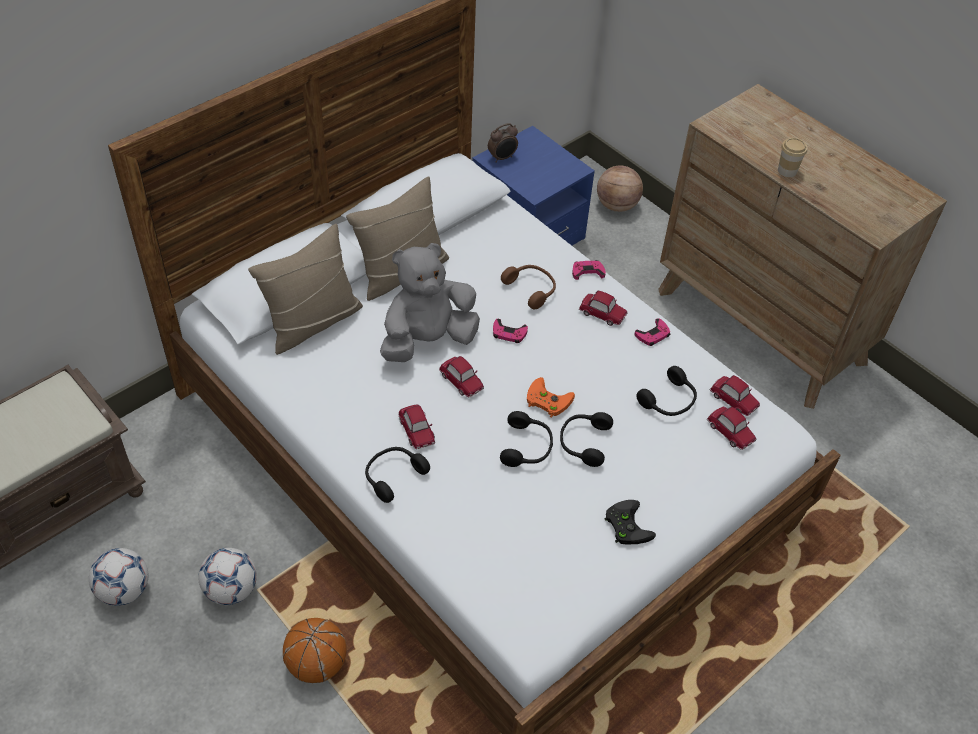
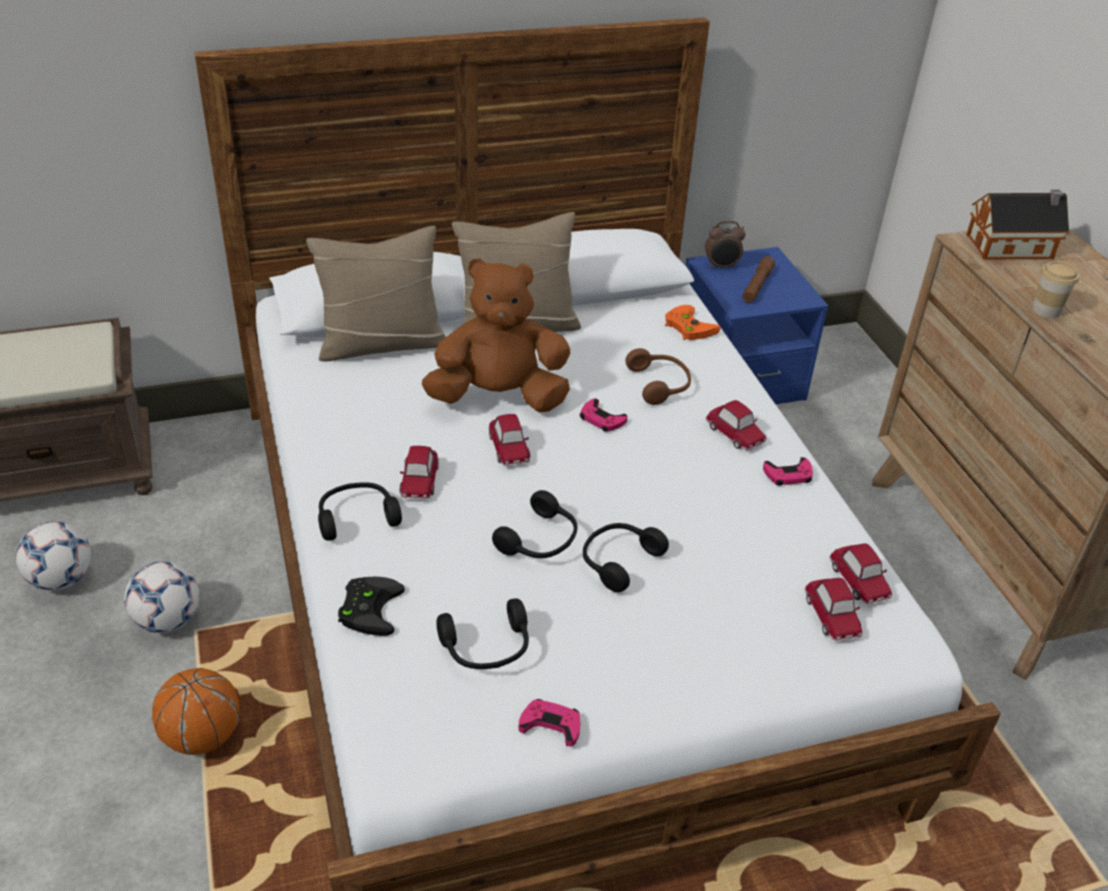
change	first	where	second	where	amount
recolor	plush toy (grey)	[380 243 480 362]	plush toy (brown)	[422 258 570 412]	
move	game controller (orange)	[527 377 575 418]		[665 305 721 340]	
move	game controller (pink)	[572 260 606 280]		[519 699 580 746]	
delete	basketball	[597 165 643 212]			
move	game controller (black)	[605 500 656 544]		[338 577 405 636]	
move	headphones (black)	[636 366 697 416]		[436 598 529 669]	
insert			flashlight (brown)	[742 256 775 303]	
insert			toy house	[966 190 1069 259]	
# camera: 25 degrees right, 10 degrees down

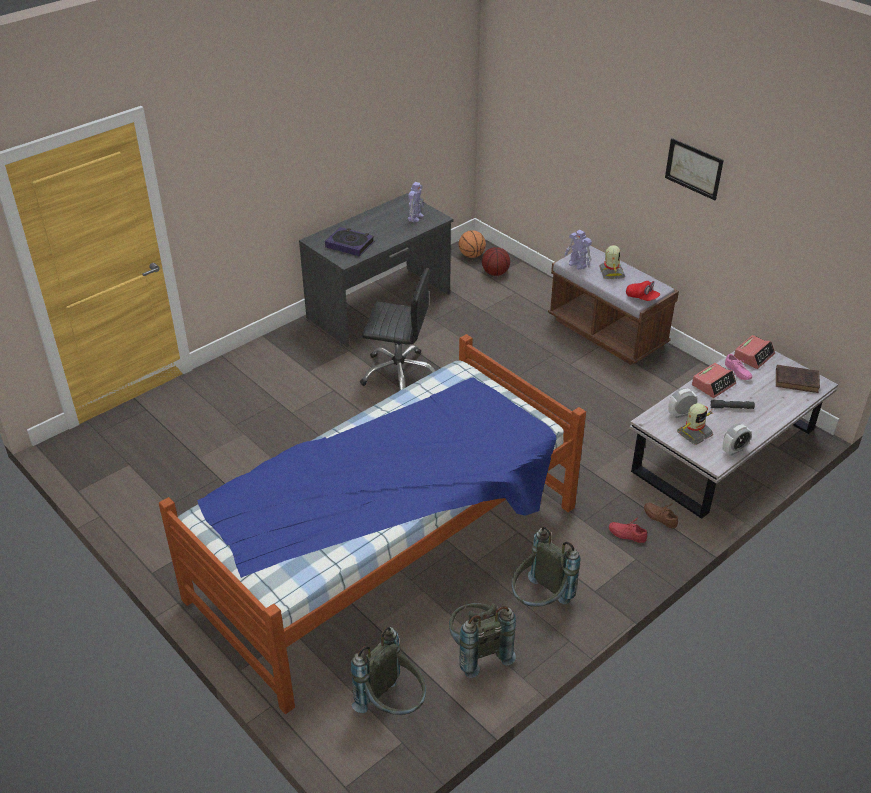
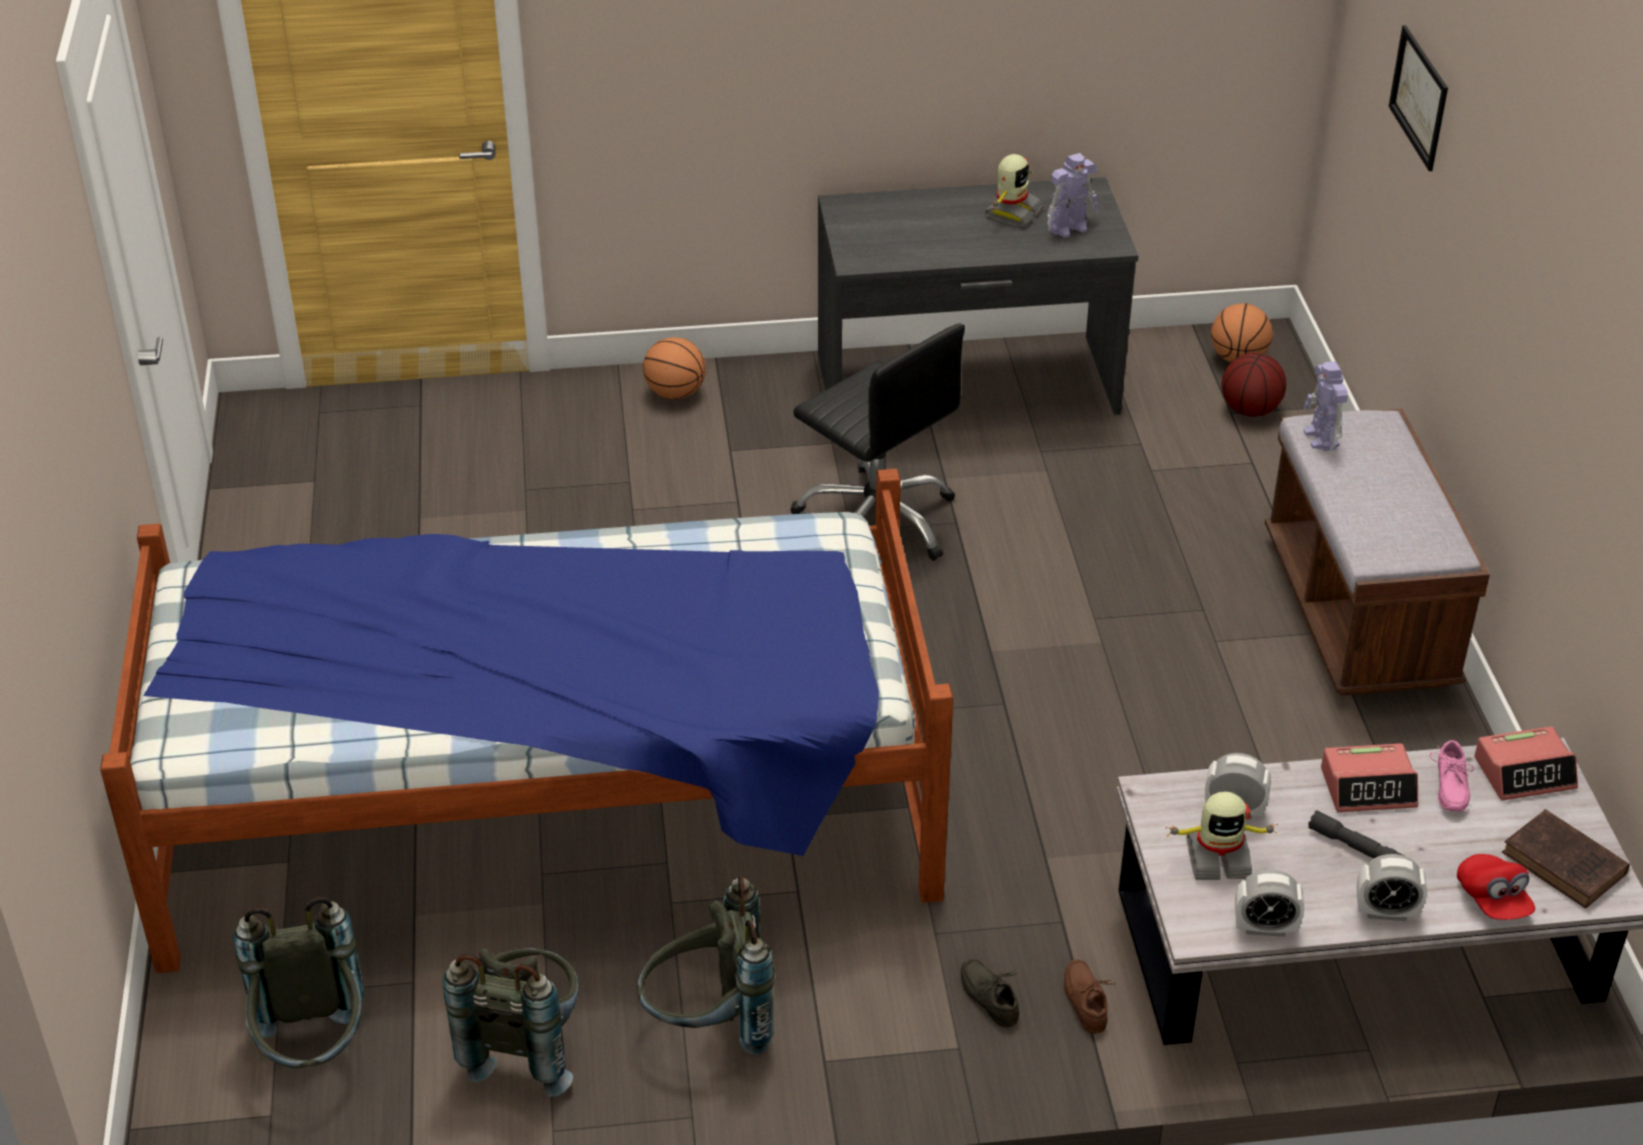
change	first	where	second	where	amount
delete	book	[325 227 375 257]			
move	toy robot	[600 245 625 279]		[984 154 1043 227]	
recolor	shoe (red)	[609 518 647 543]	shoe (grey)	[961 959 1019 1028]	
move	cap (red)	[626 281 660 301]		[1457 854 1535 920]	
move	picture	[665 138 724 200]		[1388 25 1448 171]	
insert			basketball	[643 337 706 399]	
insert			alarm clock	[1357 854 1427 921]	
# camera: 35 degrees right, 0 degrees up

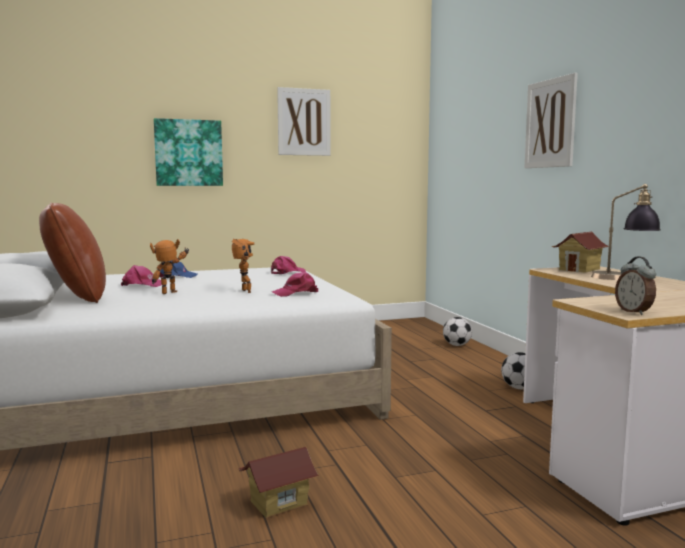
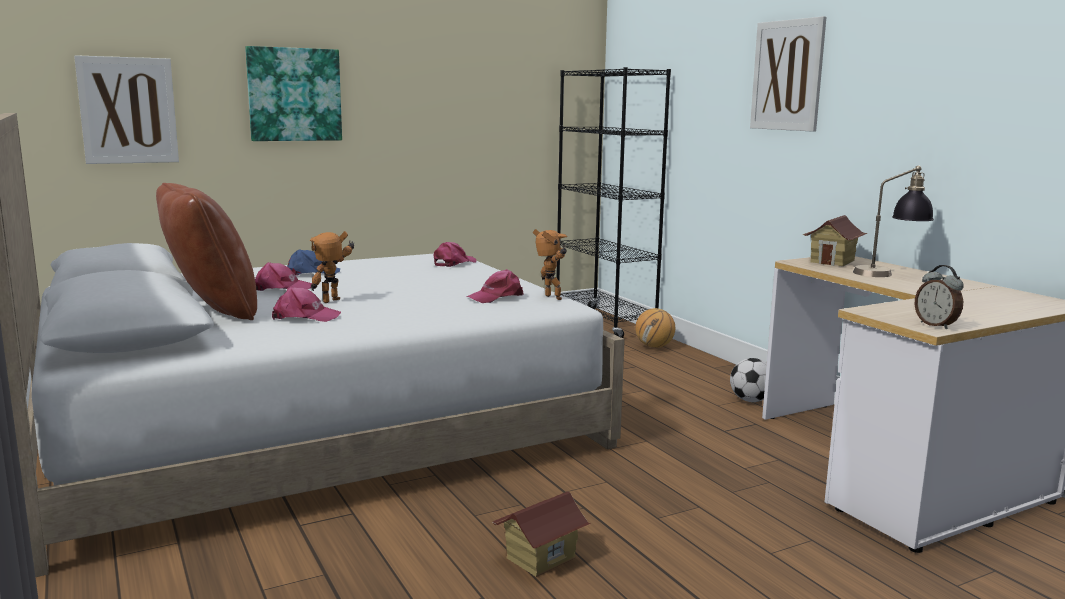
change	first	where	second	where	amount
move	toy robot	[232 239 255 293]		[533 229 567 300]	
move	picture	[277 87 331 156]		[74 55 179 164]	
replace	football	[443 317 472 346]	basketball	[635 308 675 348]	
insert			cap (pink)	[272 287 341 322]	
insert			bookcase (black)	[556 67 671 338]	
# camera: 10 degrees left, 5 degrees up

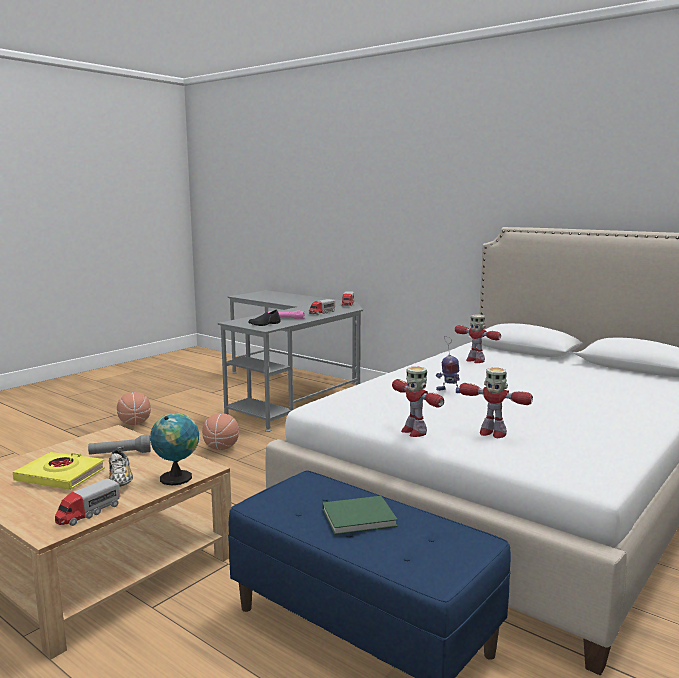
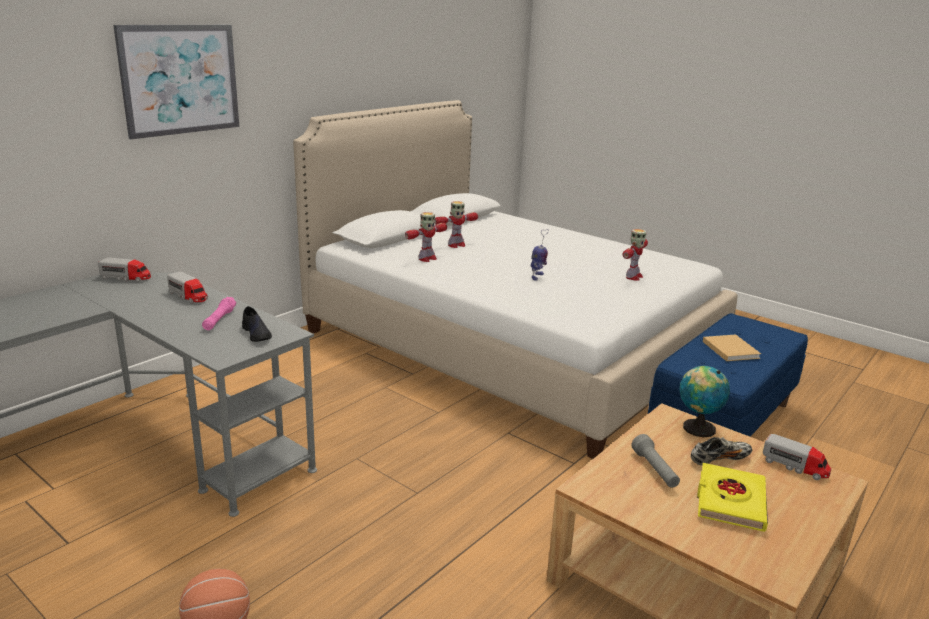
change	first	where	second	where	amount
delete	basketball	[202 413 239 450]			
recolor	book (green)	[322 496 398 535]	book (beige)	[703 335 761 361]	
move	toy robot	[392 367 444 437]		[435 201 478 248]	
insert			picture	[113 25 239 140]	
# camera: 90 degrees left, 10 degrees up

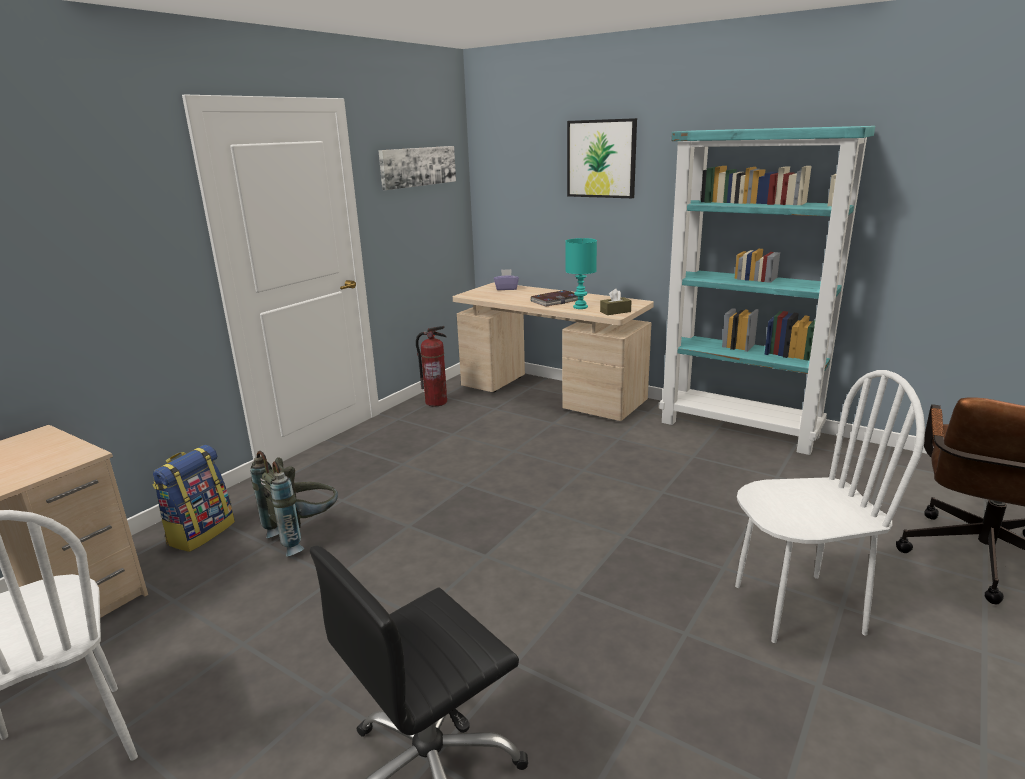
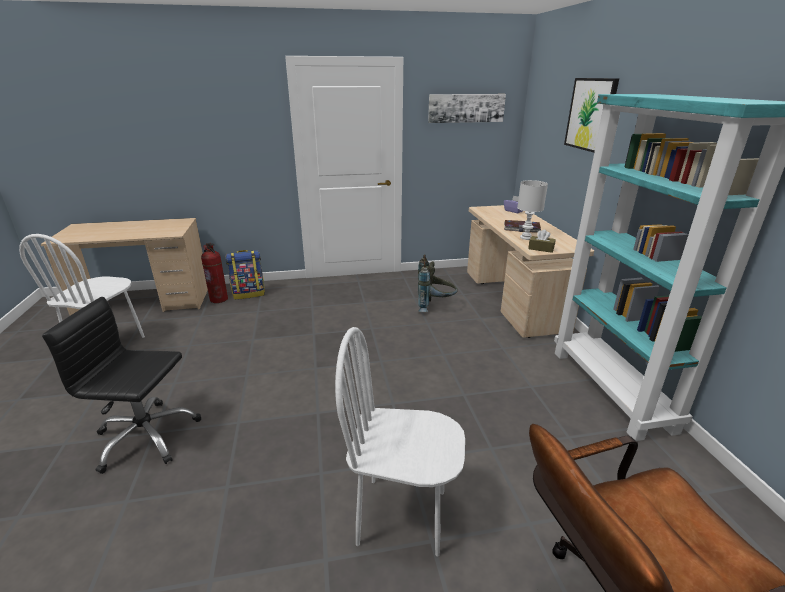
change	first	where	second	where	amount
move	backpack (grey)	[250 451 338 557]		[418 254 458 312]	
move	fire extinguisher	[416 326 447 406]		[201 243 228 303]	
recolor	table lamp (turquoise)	[565 238 597 309]	table lamp (white)	[517 180 548 240]	
rotate	chair (white)	[735 370 925 643]		[335 327 465 556]	150 degrees clockwise
# camera: 45 degrees right, 5 degrees up

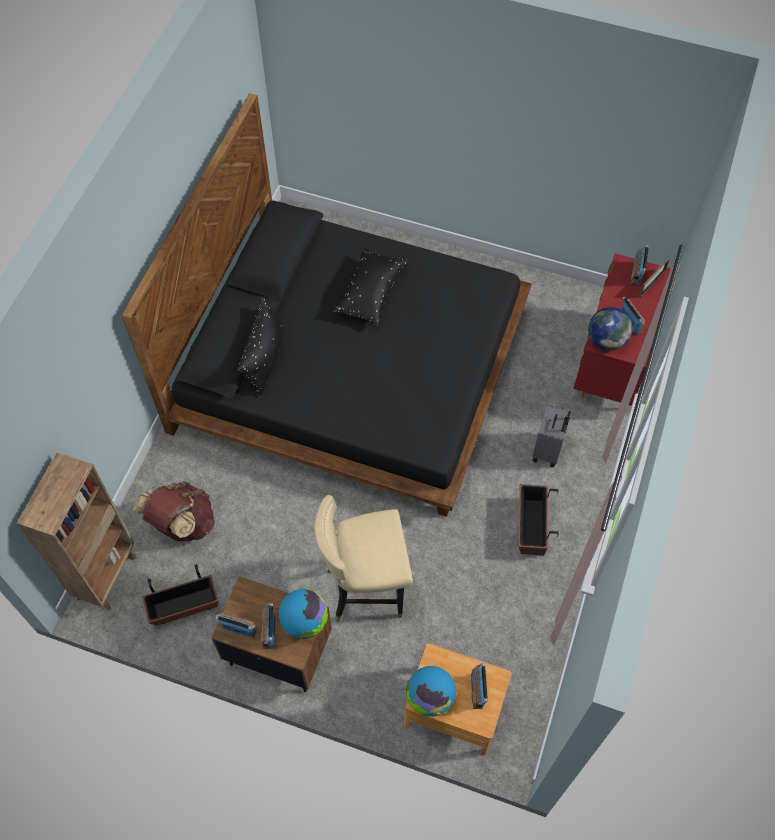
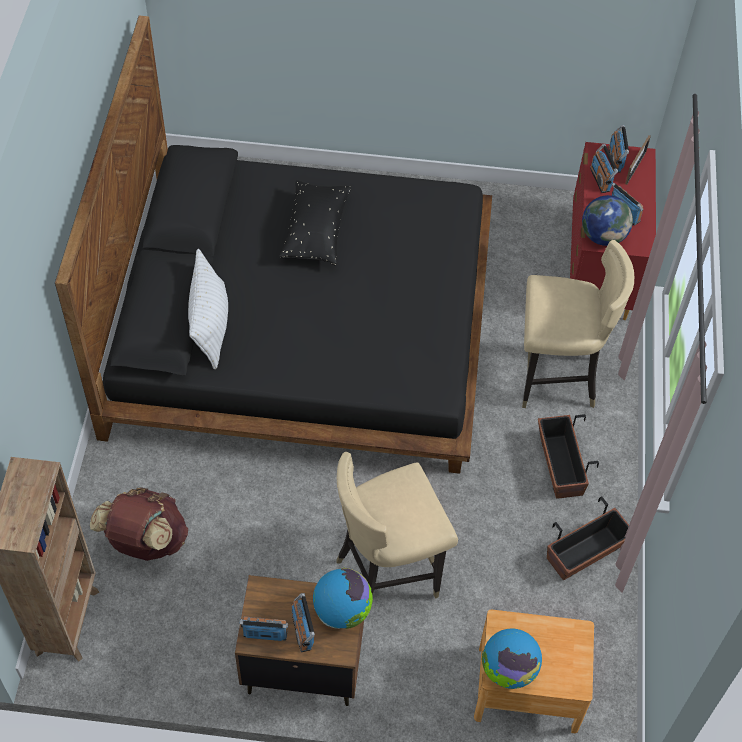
change	first	where	second	where	amount
move	planter	[142 564 219 626]		[547 496 629 580]	
recolor	pillow (black)	[238 296 284 397]	pillow (white)	[188 249 228 369]	
move	radio	[471 663 488 709]		[590 144 618 193]	
replace	suitcase (grey)	[532 404 572 467]	chair (beige)	[522 240 634 408]	
# camera: 15 degrees left, 5 degrees down

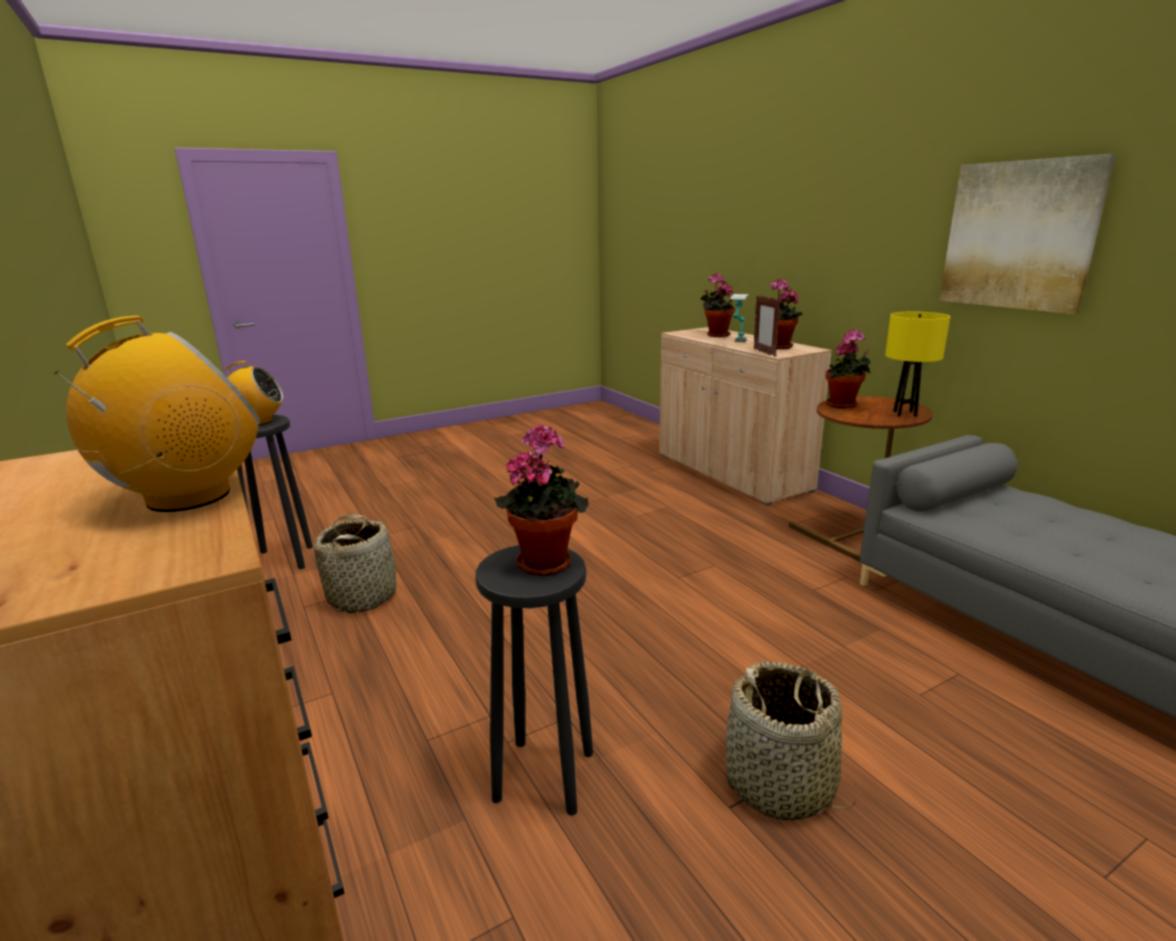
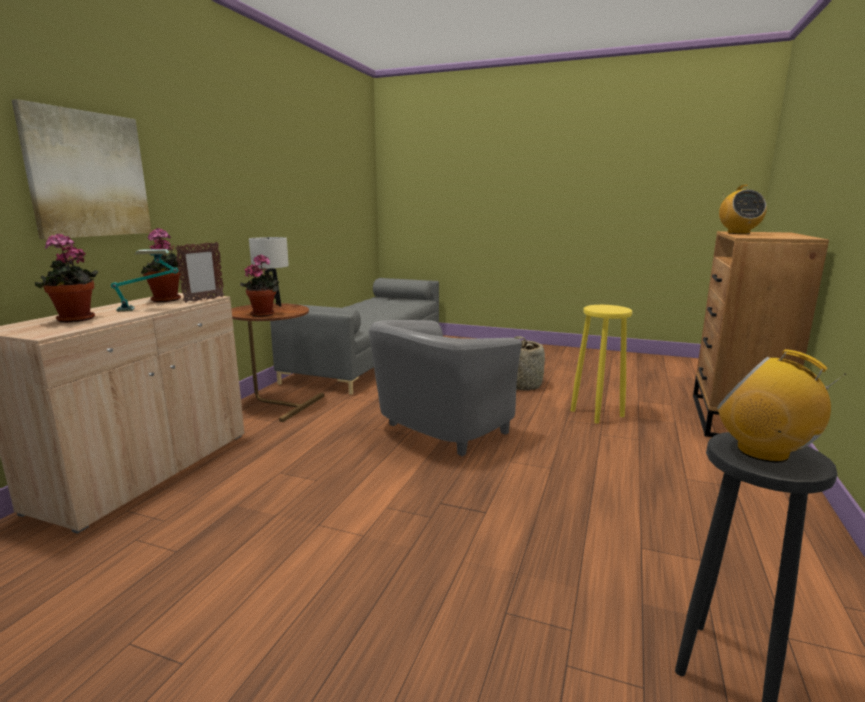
change	first	where	second	where	amount
rotate	radio	[54 316 260 512]		[719 185 767 234]	90 degrees counterclockwise
delete	basket	[314 514 396 613]			
recolor	stool (black)	[475 545 593 815]	stool (yellow)	[570 305 632 424]	
delete	potted plant	[494 424 589 576]			
recolor	table lamp (yellow)	[885 312 950 417]	table lamp (white)	[249 237 289 307]	
move	picture	[939 154 1116 314]		[12 99 152 239]	
insert			armchair (grey)	[369 320 522 456]	
# camera: 130 degrees left, 5 degrees down

